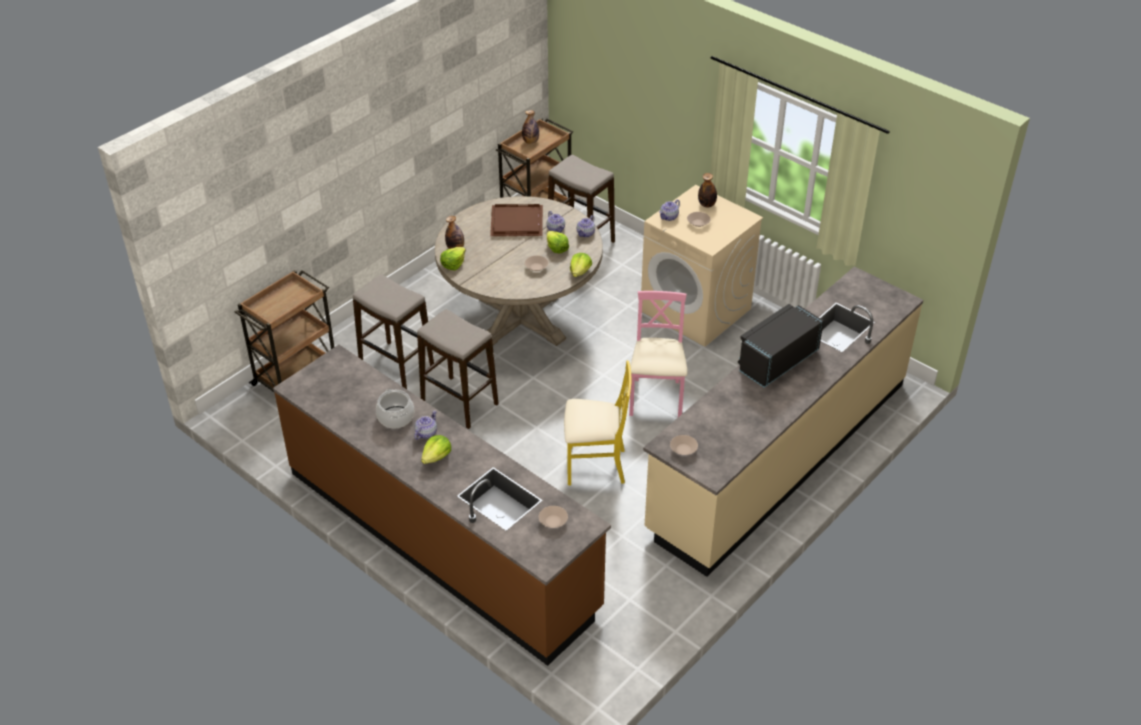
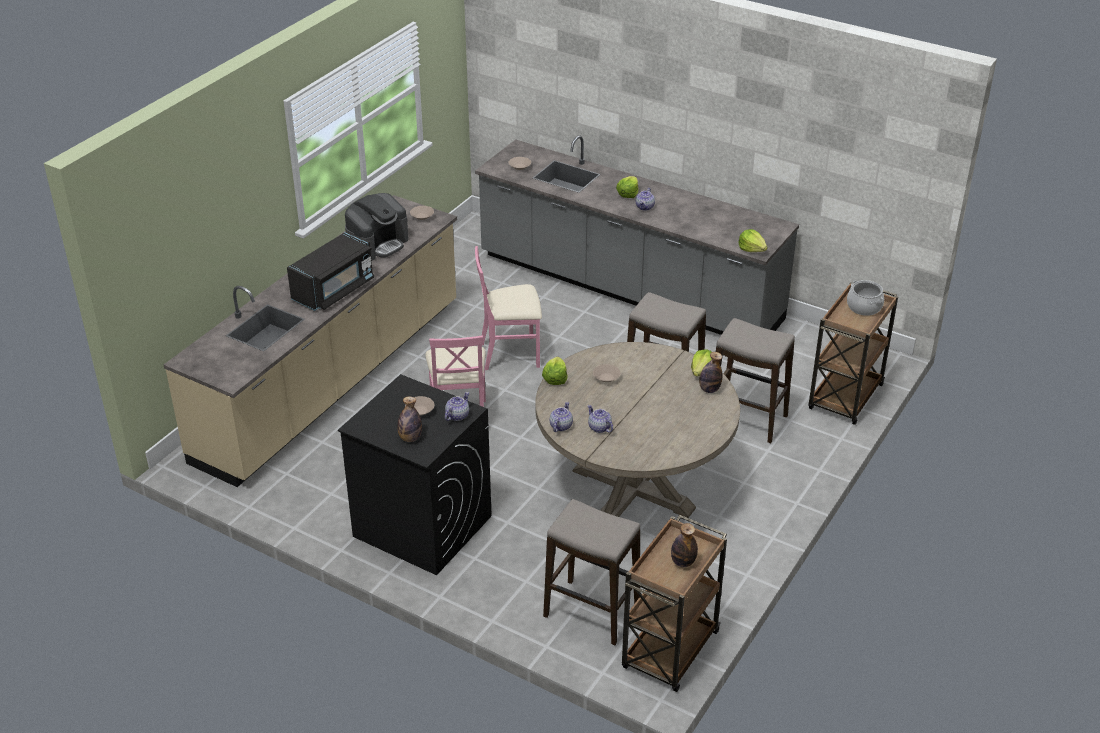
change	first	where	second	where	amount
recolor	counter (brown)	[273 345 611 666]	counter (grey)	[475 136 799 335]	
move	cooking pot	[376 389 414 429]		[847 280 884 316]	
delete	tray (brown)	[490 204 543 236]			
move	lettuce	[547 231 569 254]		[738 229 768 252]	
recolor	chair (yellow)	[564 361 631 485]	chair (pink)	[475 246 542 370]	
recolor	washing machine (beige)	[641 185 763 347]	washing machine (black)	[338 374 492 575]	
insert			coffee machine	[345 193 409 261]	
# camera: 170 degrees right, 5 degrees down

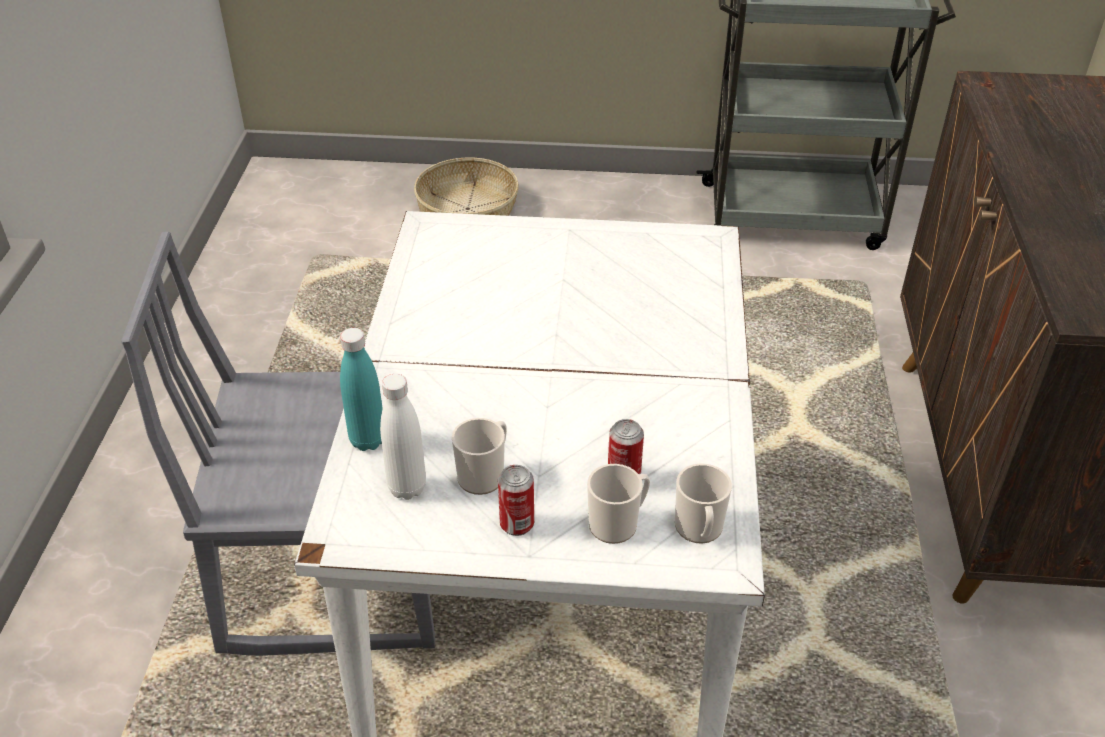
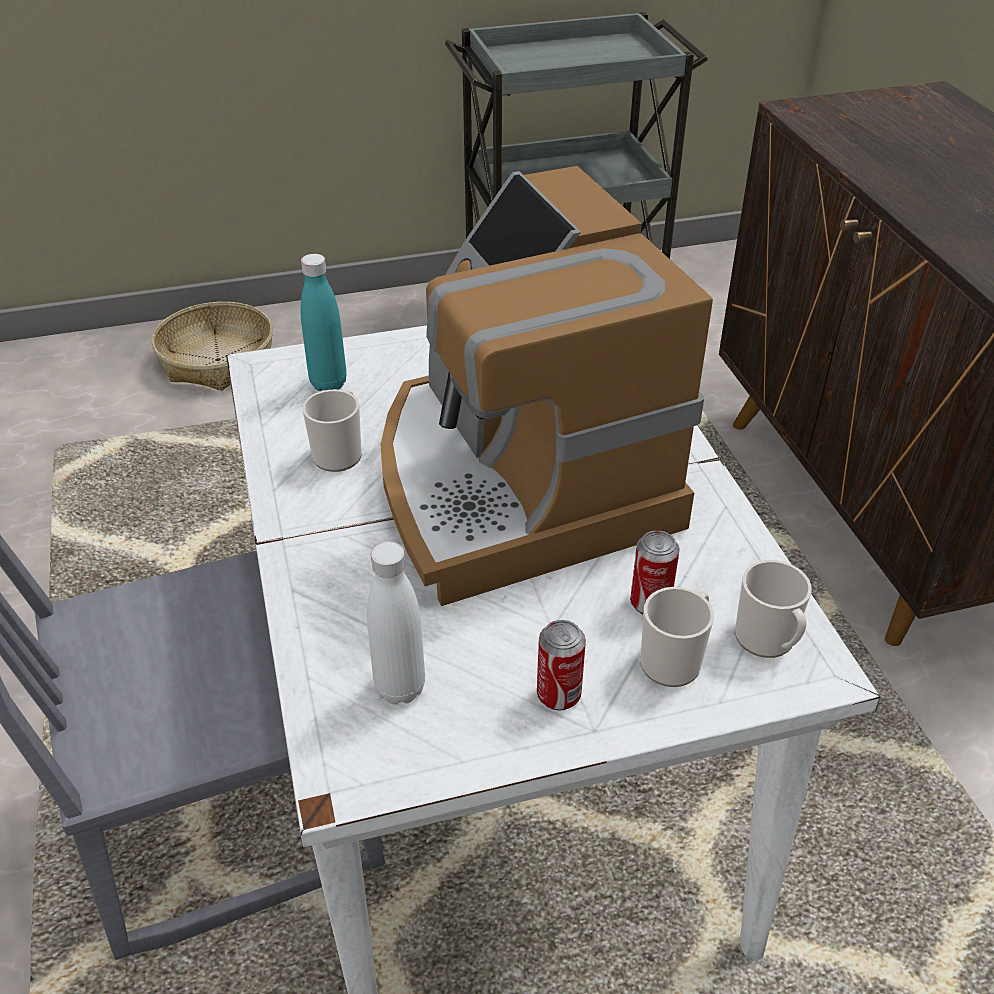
change	first	where	second	where	amount
move	bottle (turquoise)	[340 328 383 451]		[301 254 346 391]	
move	mug	[452 418 507 495]		[302 390 362 472]	
insert			coffee machine	[380 166 713 606]	
# camera: 20 degrees left, 0 degrees up

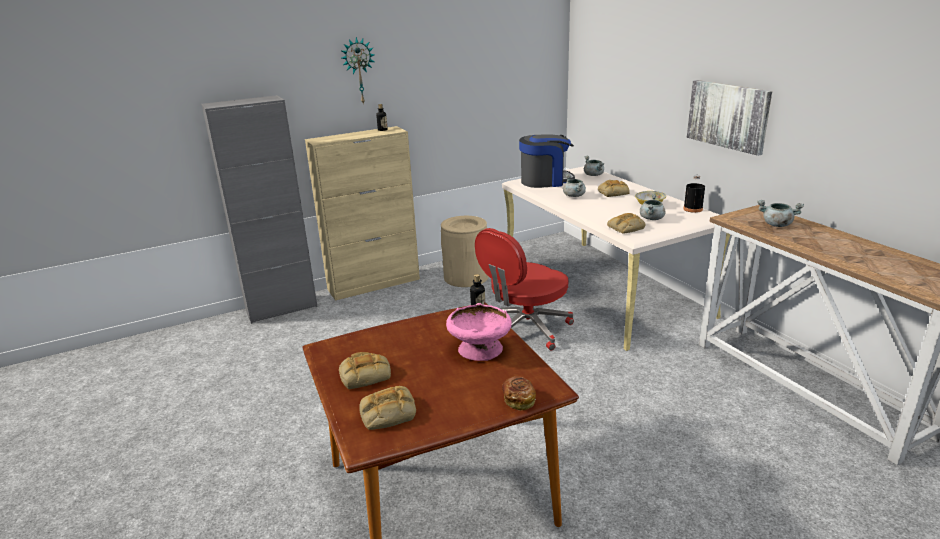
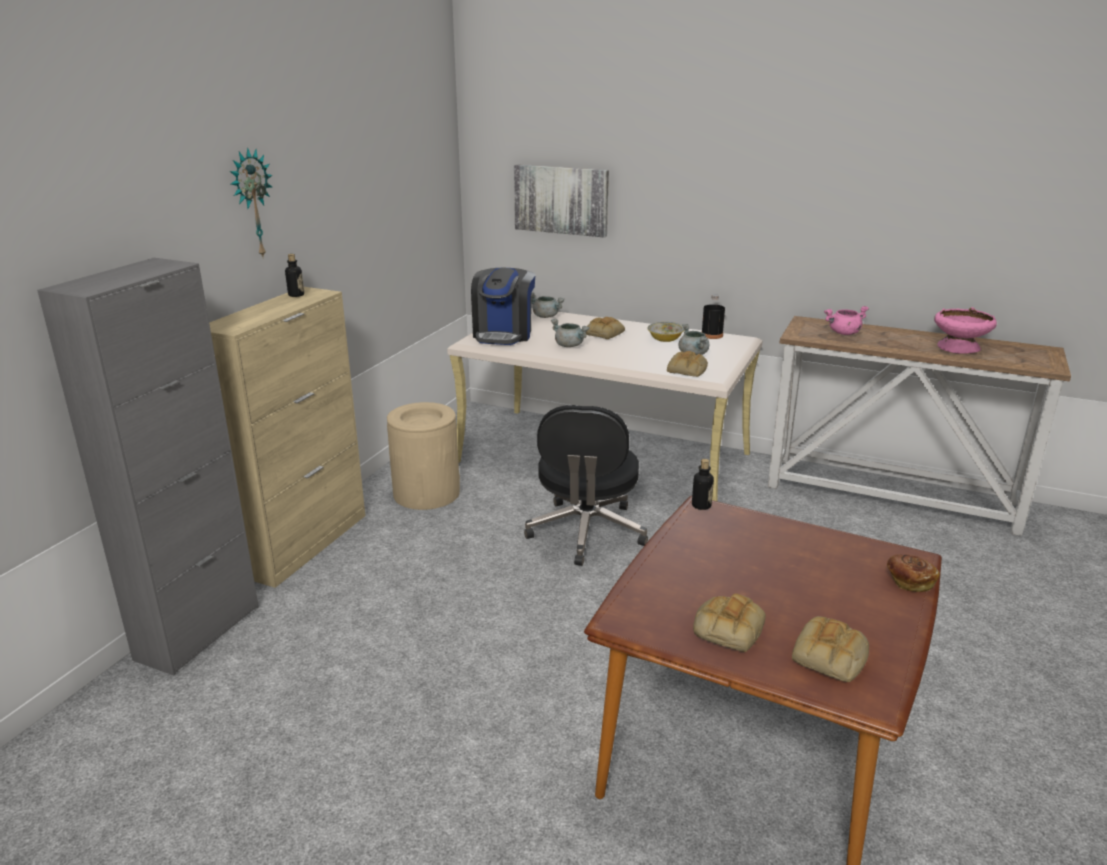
change	first	where	second	where	amount
move	bowl (pink)	[446 303 512 361]		[934 307 997 354]	
recolor	office chair (red)	[475 228 574 351]	office chair (black)	[524 405 648 566]	
rotate	coffee machine	[519 134 575 188]		[471 268 535 345]	150 degrees clockwise
move	picture	[687 80 772 156]		[514 164 609 238]	
recolor	cooking pot (grey)	[757 200 804 227]	cooking pot (pink)	[824 306 869 335]	
# camera: 40 degrees left, 0 degrees up

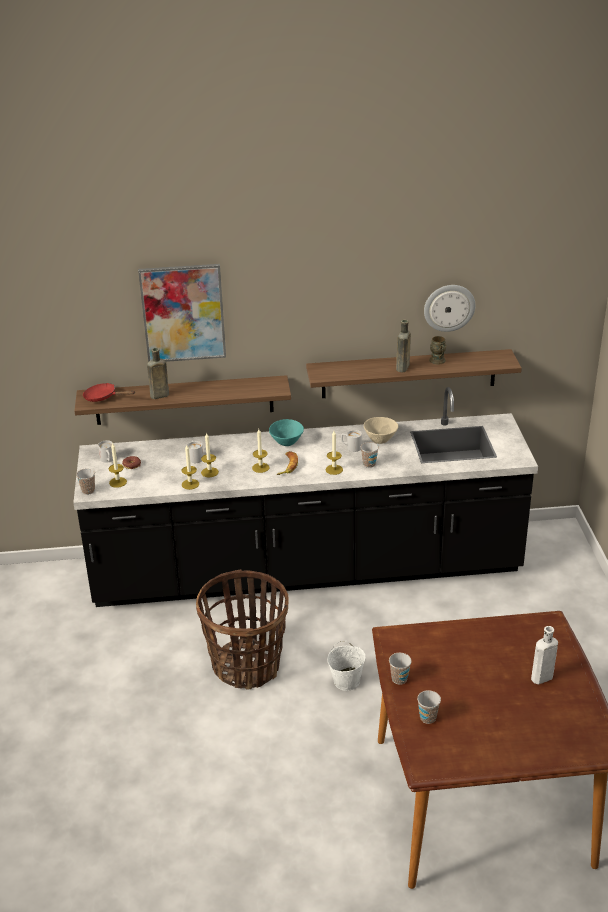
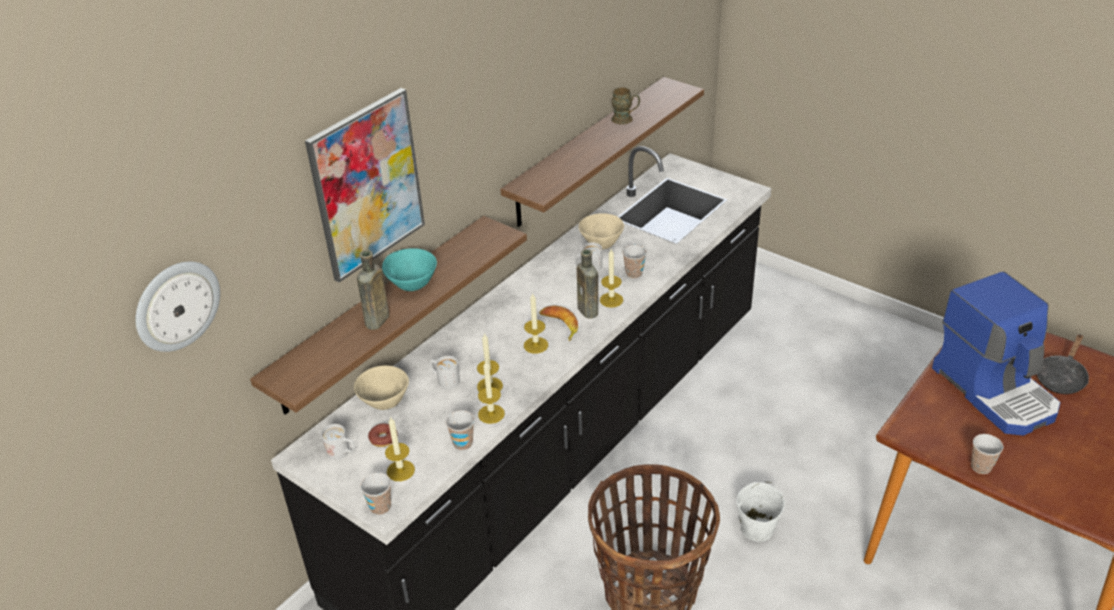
change	first	where	second	where	amount
delete	frying pan (red)	[83 383 135 402]			
move	bowl (turquoise)	[269 419 304 446]		[382 248 437 291]	
move	bottle (brown)	[396 319 411 373]		[577 249 598 319]	
move	cup	[417 690 441 724]		[446 410 474 450]	
move	wall clock	[424 285 475 332]		[135 262 220 352]	
replace	bottle (white)	[531 626 558 684]	frying pan (black)	[1037 334 1089 394]	
insert			bowl (beige)	[354 365 409 410]	
insert			coffee machine	[932 271 1061 436]	
# camera: 45 degrees left, 5 degrees up

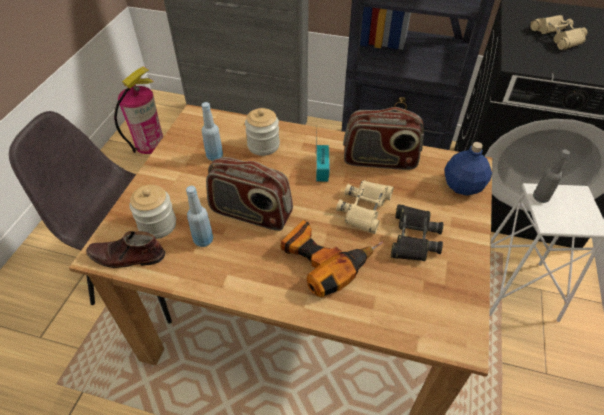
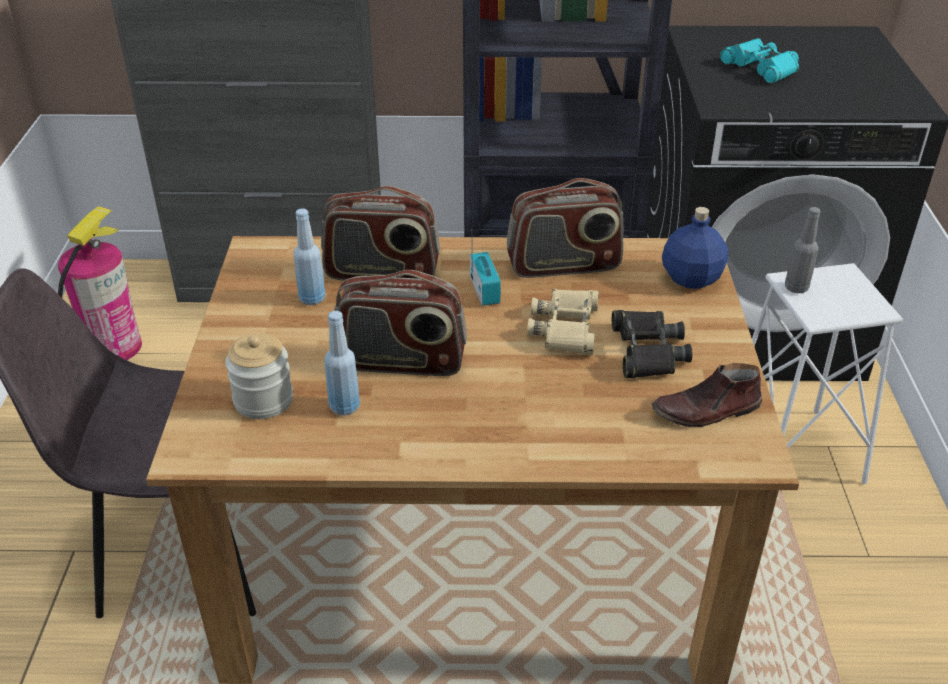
change	first	where	second	where	amount
move	shoe (brown)	[86 231 165 268]		[652 363 762 427]	
replace	jar	[245 108 280 156]	radio	[321 186 440 281]	
delete	power drill	[280 220 383 297]			
recolor	binoculars (beige)	[530 15 587 50]	binoculars (turquoise)	[720 38 799 84]	
# camera: 15 degrees left, 10 degrees down

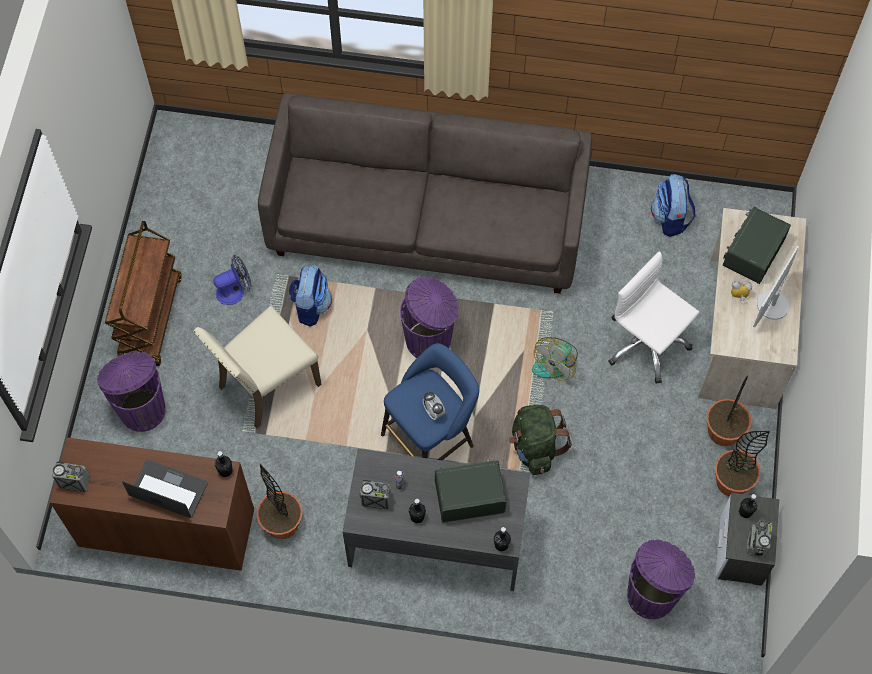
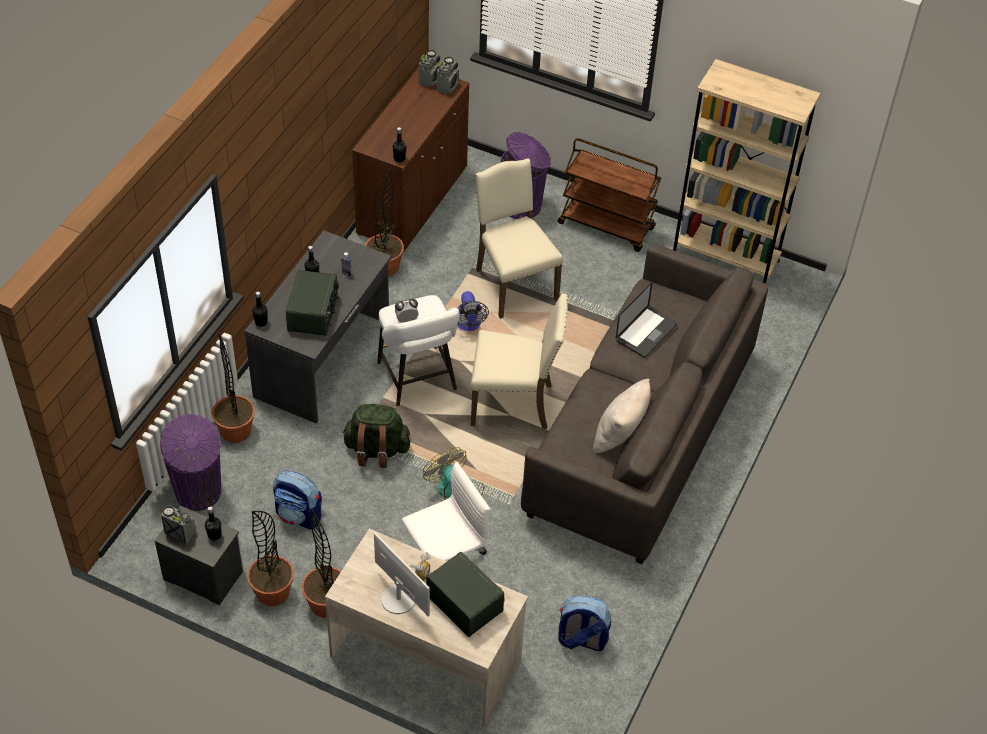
change	first	where	second	where	amount
move	laptop	[122 460 208 518]		[616 282 677 358]	
move	fan	[213 255 251 305]		[457 291 489 331]	
move	backpack	[289 265 332 327]		[273 470 322 530]	
move	radio	[360 480 391 509]		[437 57 459 94]	
recolor	stool (blue)	[381 343 479 460]	stool (white)	[377 295 459 406]	
replace	trash can (purple)	[400 276 459 358]	chair (beige)	[471 294 568 429]	
insert			potted plant	[212 331 255 443]	
insert			pillow (beige)	[592 379 651 453]	
insert			bookcase (beige)	[673 59 821 284]	
# camera: 105 degrees right, 15 degrees down

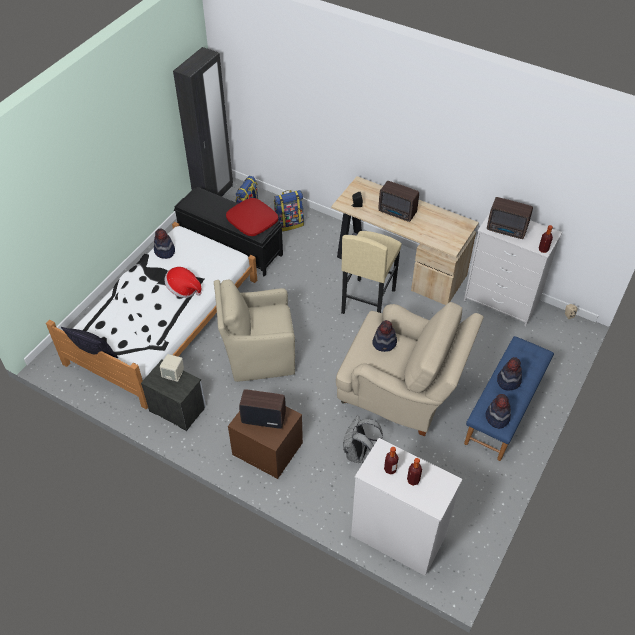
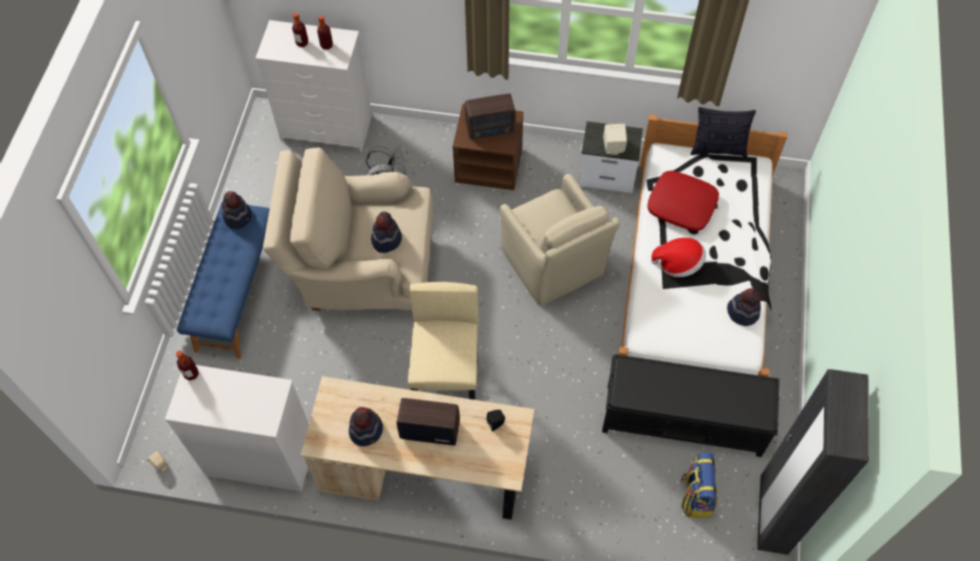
change	first	where	second	where	amount
rotate	armchair (beige)	[214 279 295 382]		[500 174 620 306]	90 degrees clockwise
move	pillow (red)	[226 198 278 236]		[647 171 719 231]	
delete	backpack	[274 190 304 232]			
delete	radio	[487 197 533 239]			
move	hat	[497 357 522 391]		[349 407 383 446]	
# camera: 160 degrees right, 10 degrees up

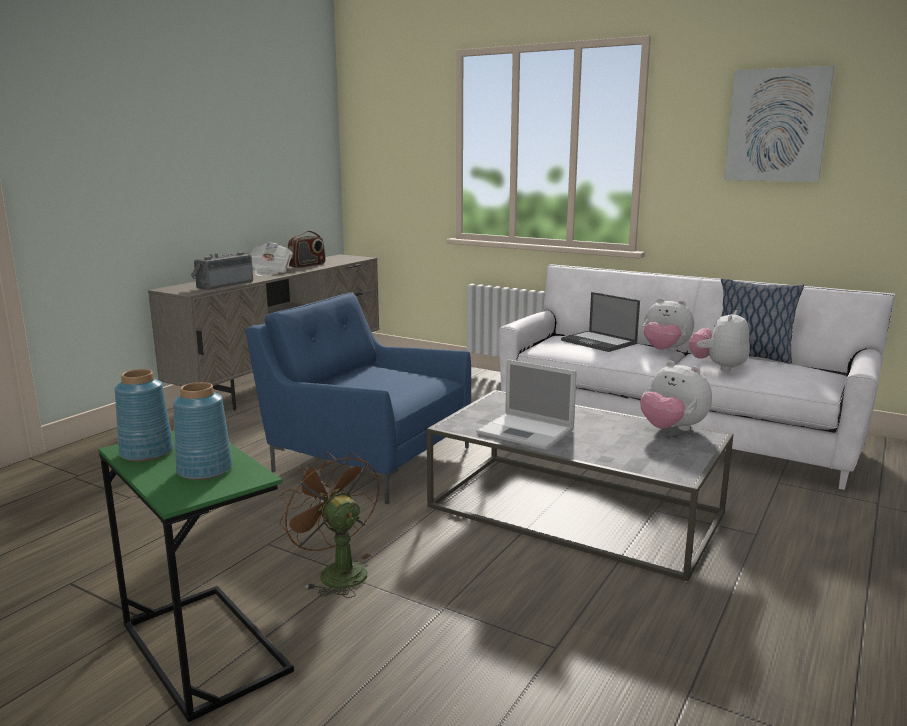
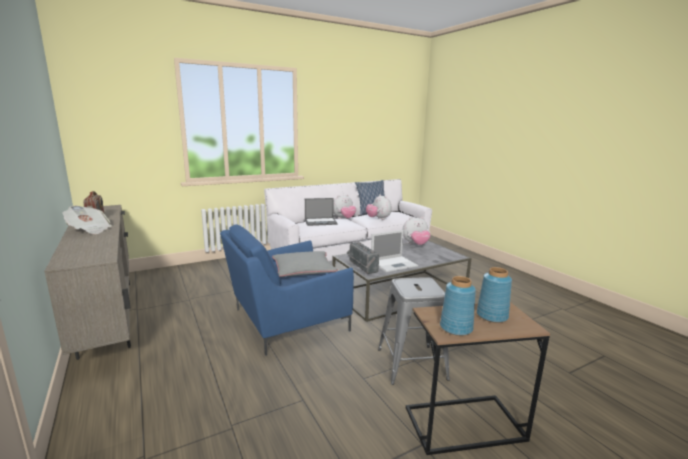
change	first	where	second	where	amount
recolor	side table (green)	[98 431 294 722]	side table (brown)	[406 302 550 455]	
move	radio	[191 252 253 290]		[346 242 379 274]	
replace	fan (brown)	[279 451 379 598]	stool (grey)	[378 277 450 385]	
delete	picture	[724 66 834 182]			
insert			pillow (grey)	[272 251 338 277]	
# camera: 60 degrees left, 0 degrees up

